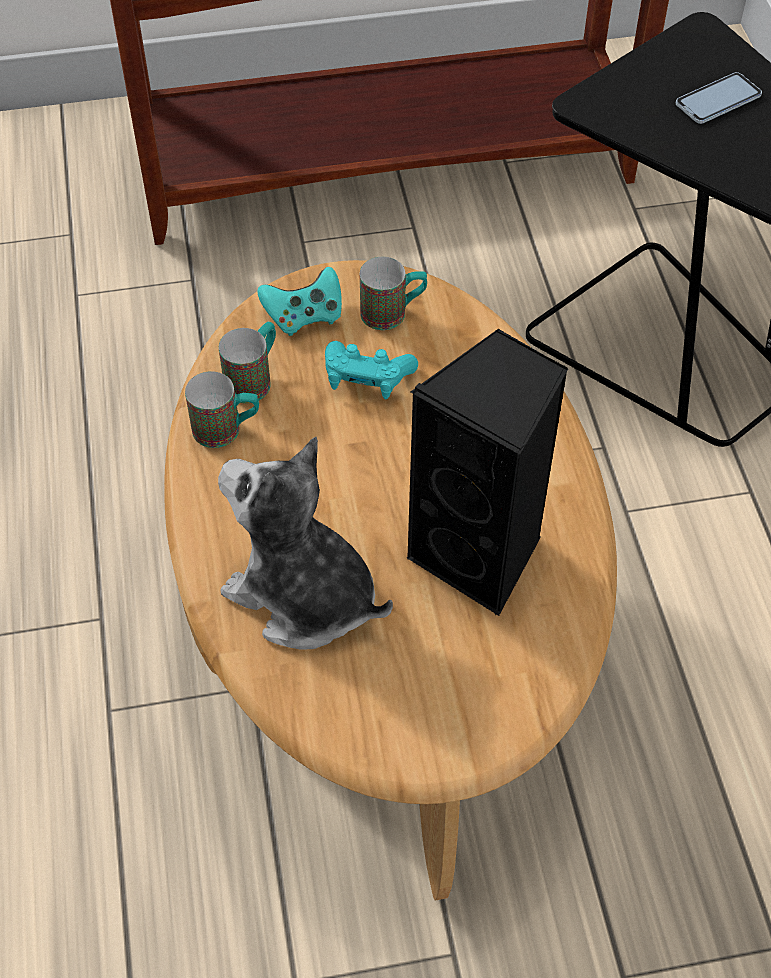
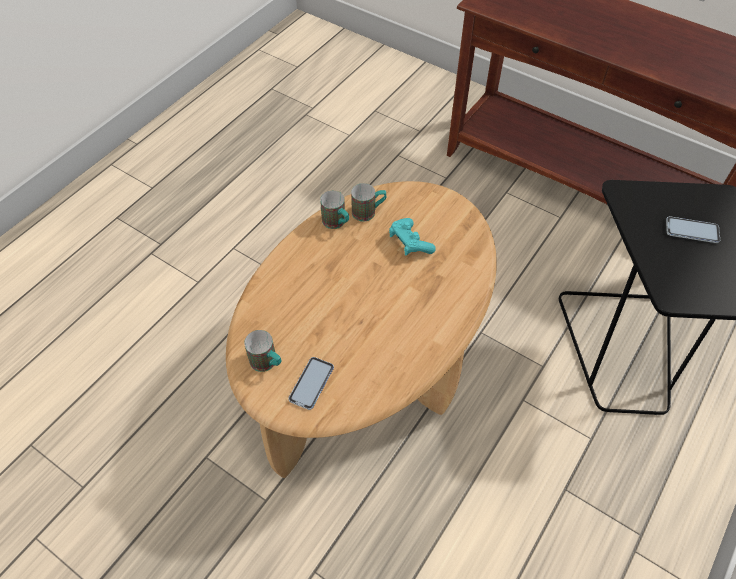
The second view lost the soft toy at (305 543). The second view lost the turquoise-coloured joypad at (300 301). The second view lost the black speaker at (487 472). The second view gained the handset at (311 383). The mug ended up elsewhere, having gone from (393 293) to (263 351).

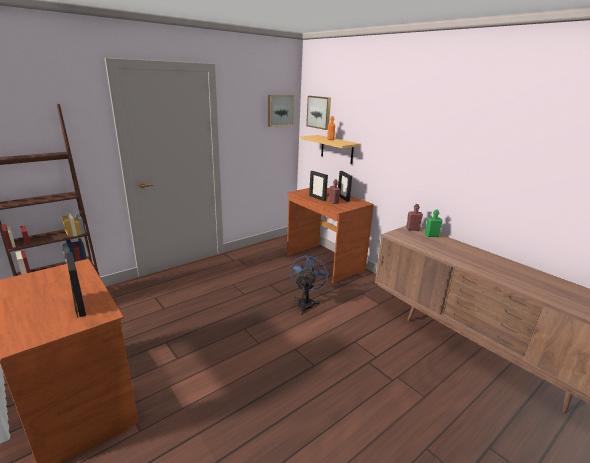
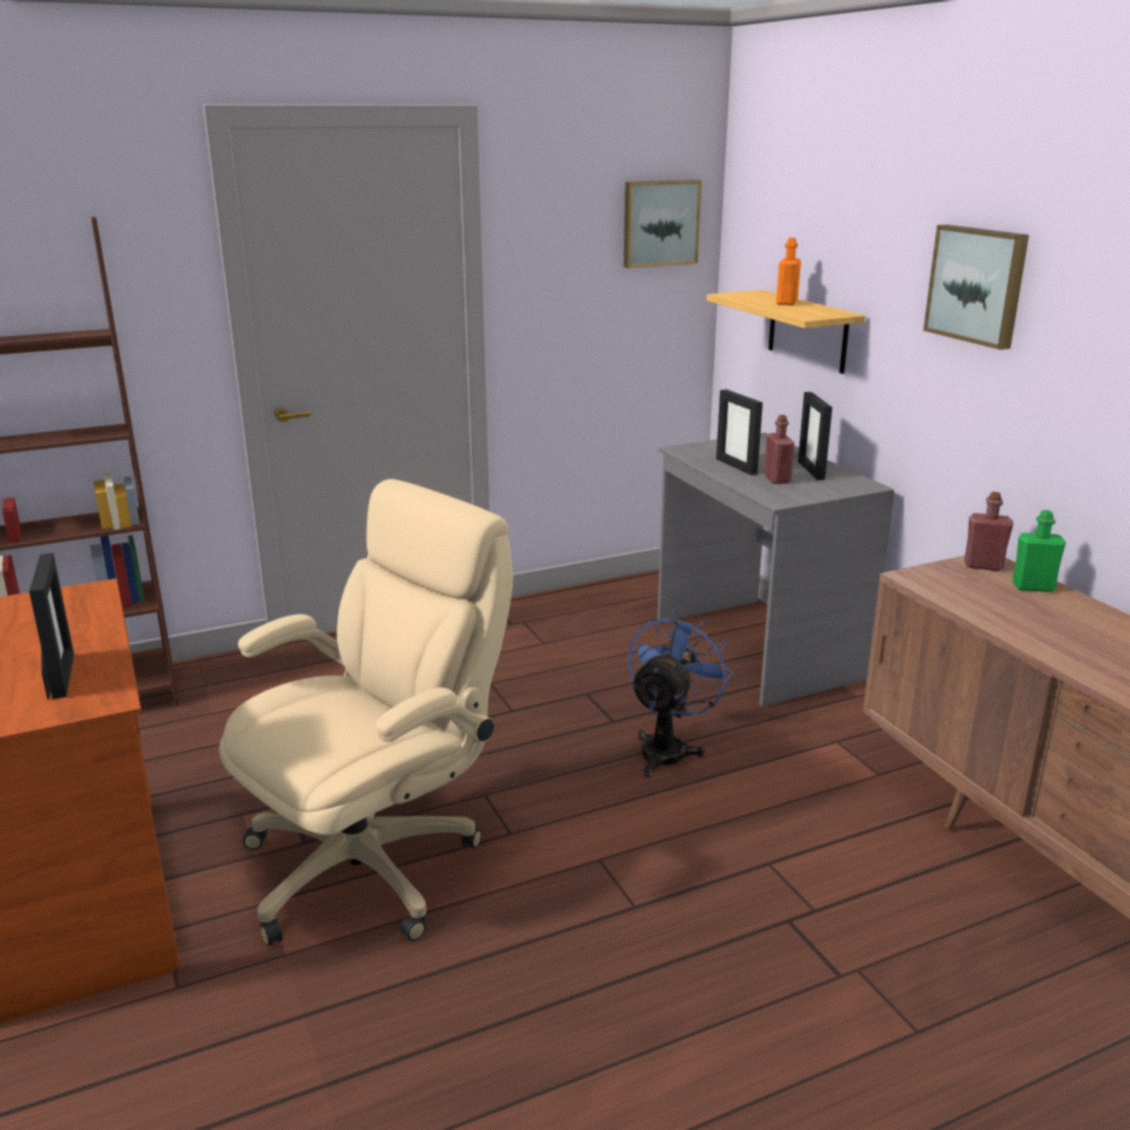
The second view gained the beige-coloured desk chair at (366 712). The wall picture ended up elsewhere, having gone from (318 113) to (976 287). What was the brown desk table at (330 235) turned into the grey desk table at (776 570).

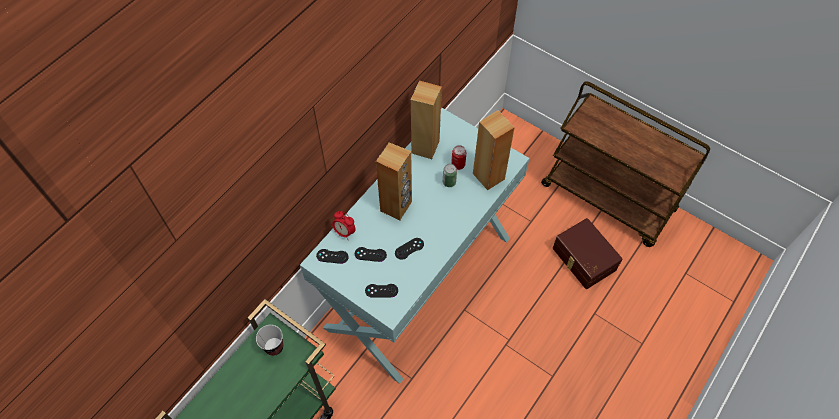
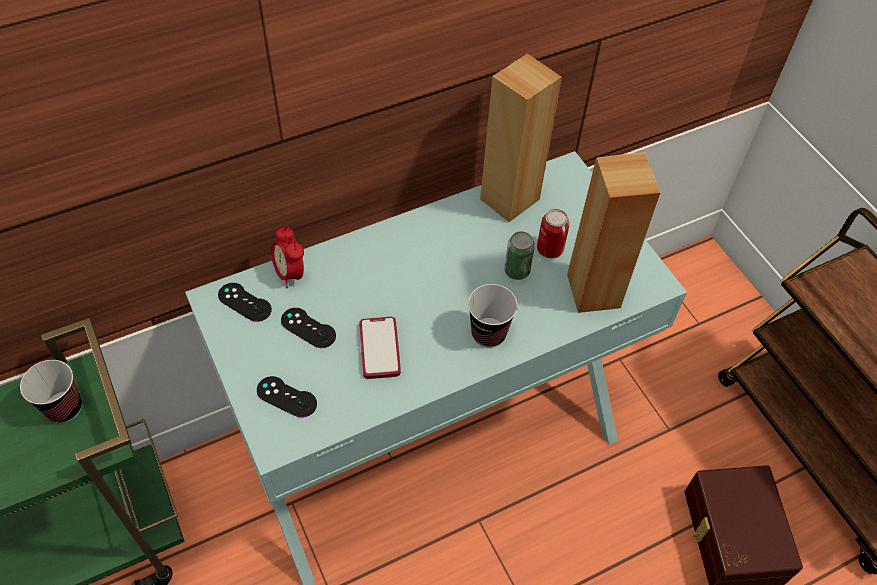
The second view lost the brown speaker at (394 181). The second view gained the cup at (493 316). Where the black joypad stood at (409 249), the handset came to stand at (380 348).

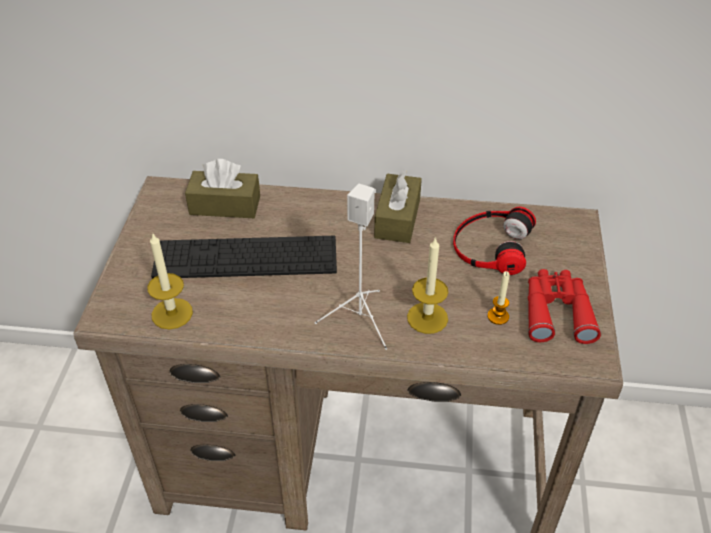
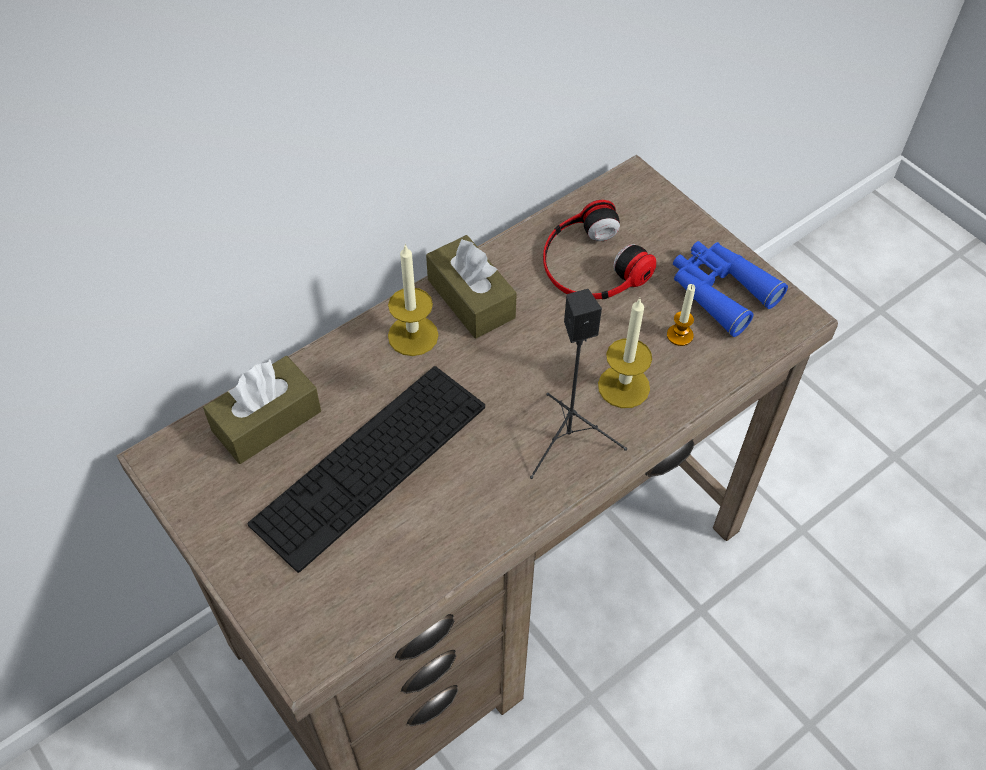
The wax light ended up elsewhere, having gone from (170 281) to (413 300). What was the white speaker at (351 267) turned into the black speaker at (578 384). What was the red binoculars at (564 306) turned into the blue-coloured binoculars at (730 289).

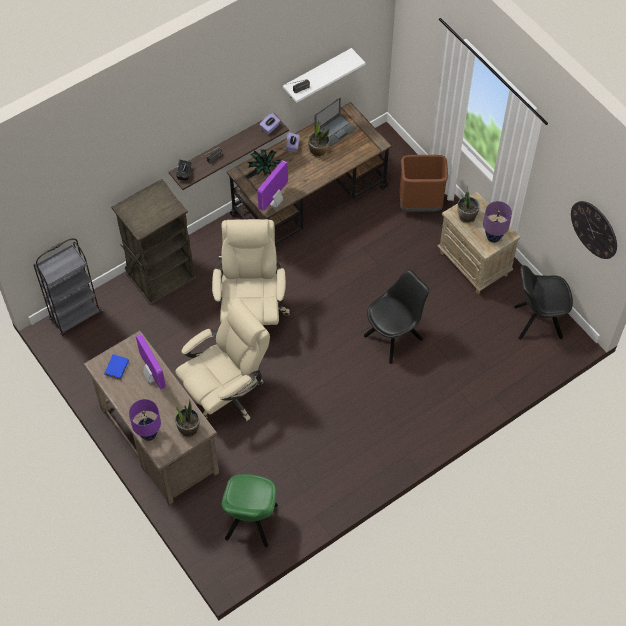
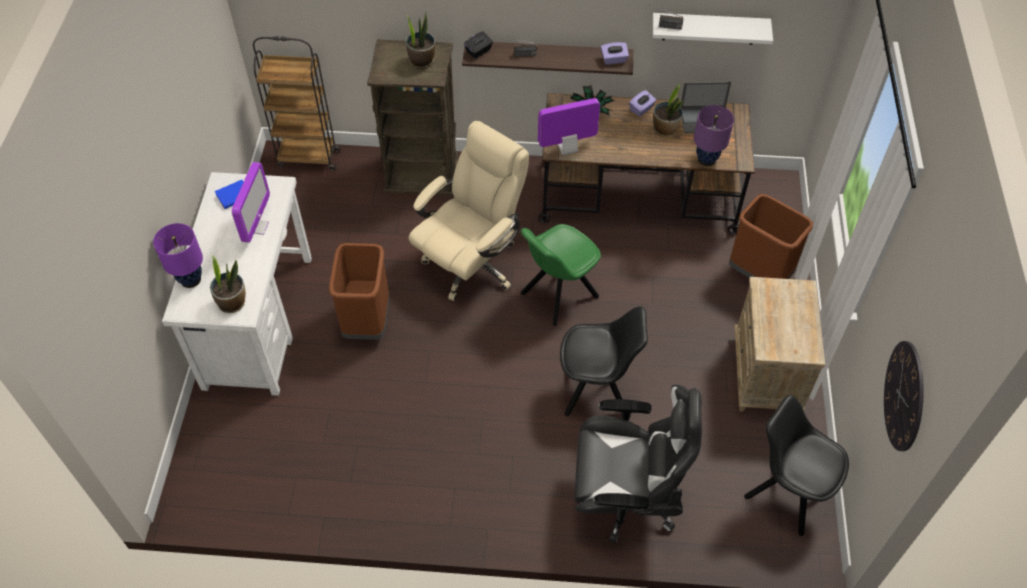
The second view gained the black desk chair at (638 464). The greenish chair ended up elsewhere, having gone from (249 511) to (561 275). The houseplant ended up elsewhere, having gone from (468 205) to (420 40). The purple-coloured lamp for a table ended up elsewhere, having gone from (497 222) to (714 135). Where the beige-coloured desk chair stood at (222 359), the brown trash can came to stand at (359 291). What was the grey trolley at (69 287) turned into the brown trolley at (298 103). What was the brown desk table at (151 418) turned into the white desk table at (237 284).

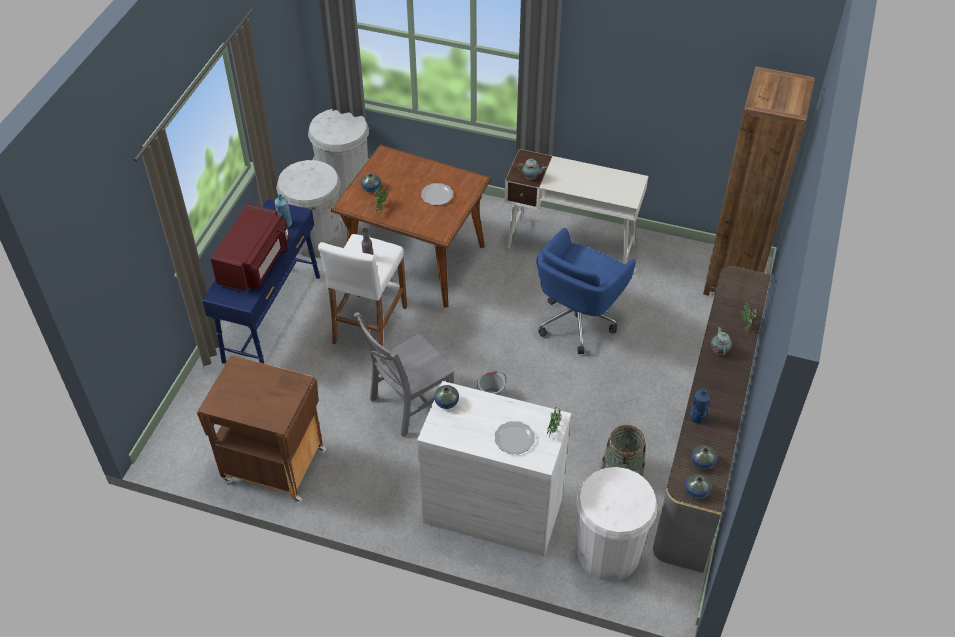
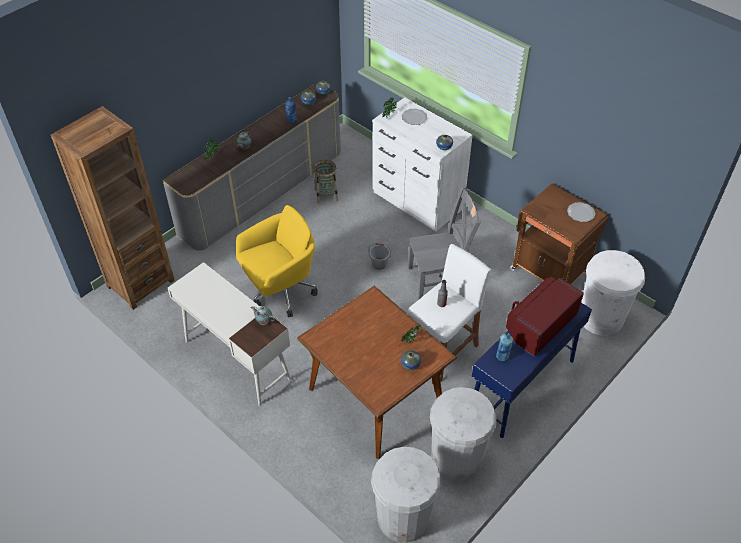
The dinner plate ended up elsewhere, having gone from (437 194) to (581 212). The white trash can ended up elsewhere, having gone from (617 524) to (613 292). What was the blue-coloured desk chair at (586 291) turned into the yellowish desk chair at (277 261).

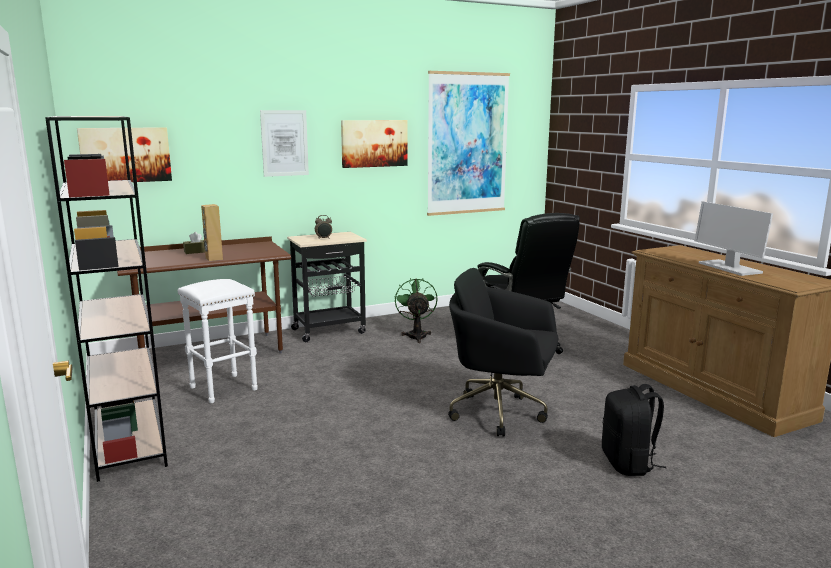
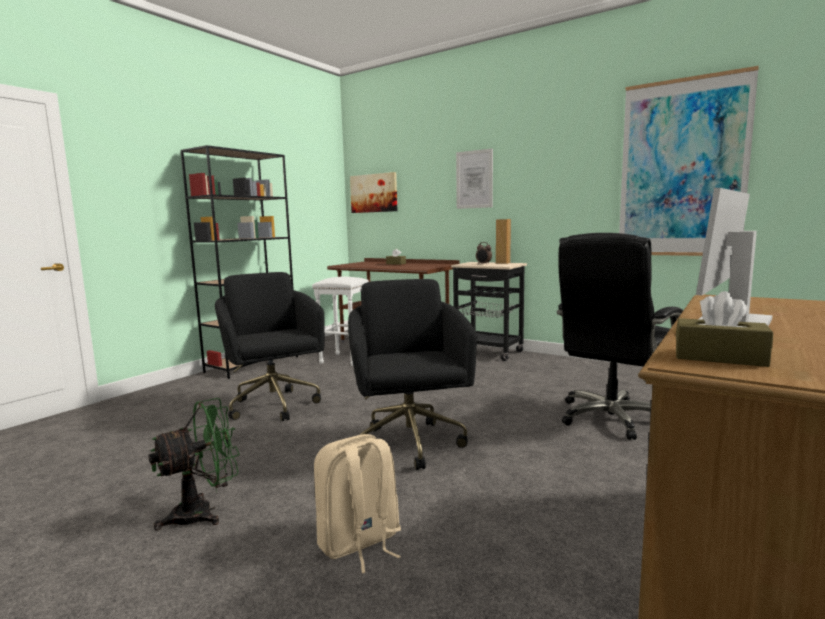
The second view lost the wall picture at (374 144). The second view gained the black desk chair at (270 346). The second view gained the brown box of tissues at (724 329). The brown speaker ended up elsewhere, having gone from (212 232) to (503 241). The greenish cooling fan ended up elsewhere, having gone from (415 310) to (193 464). What was the black backpack at (634 430) turned into the beige-coloured backpack at (357 504).

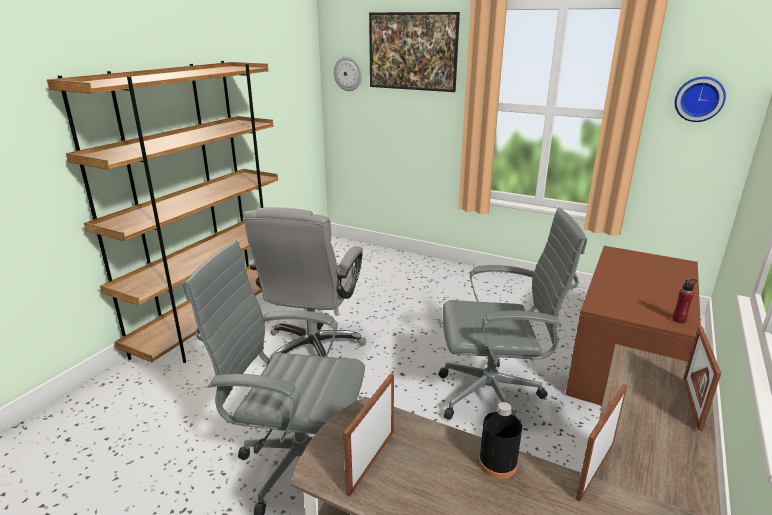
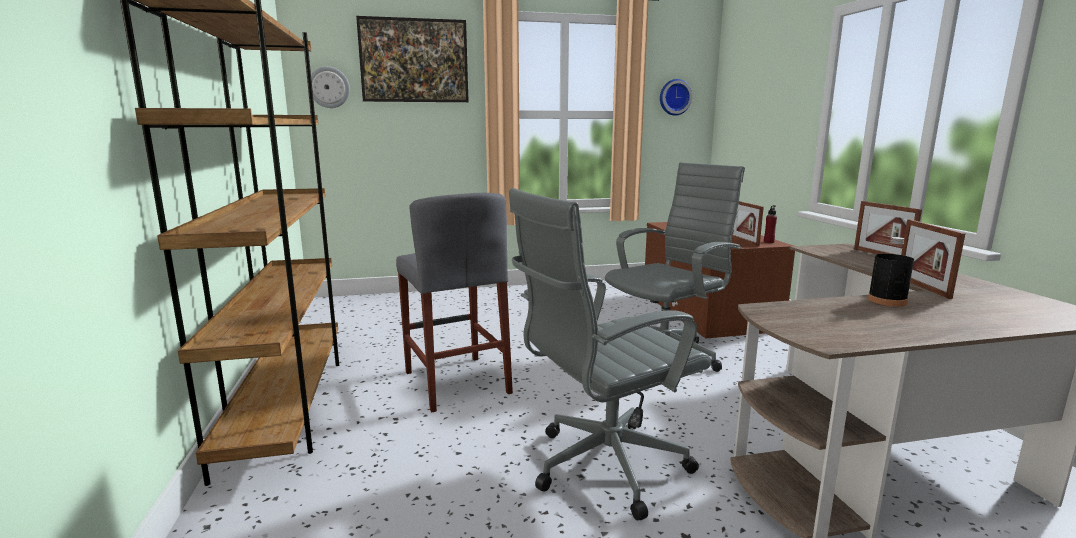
The photo frame ended up elsewhere, having gone from (368 435) to (748 223). Where the grey desk chair stood at (304 286), the grey stool seat came to stand at (454 303).

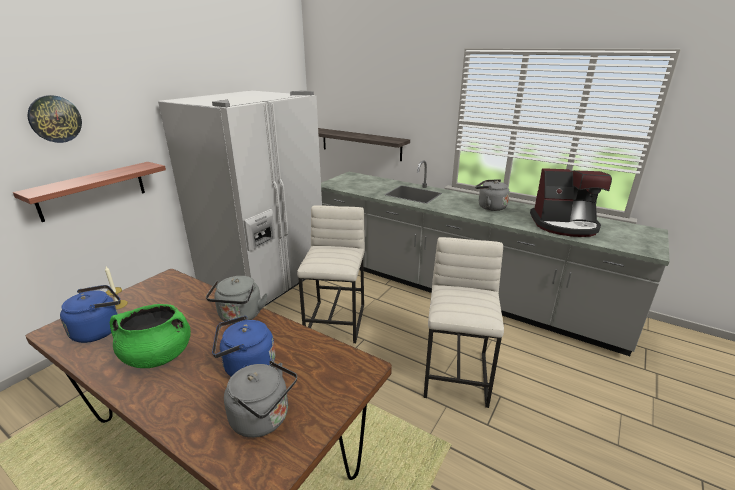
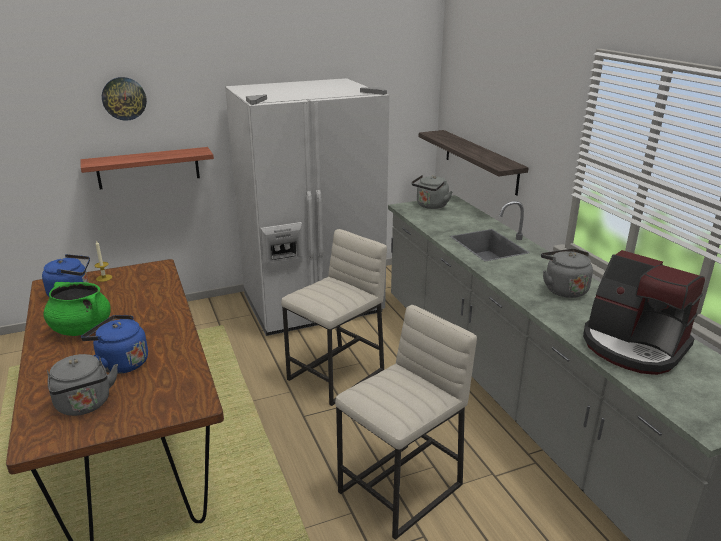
The grey tea kettle ended up elsewhere, having gone from (236 300) to (432 192).

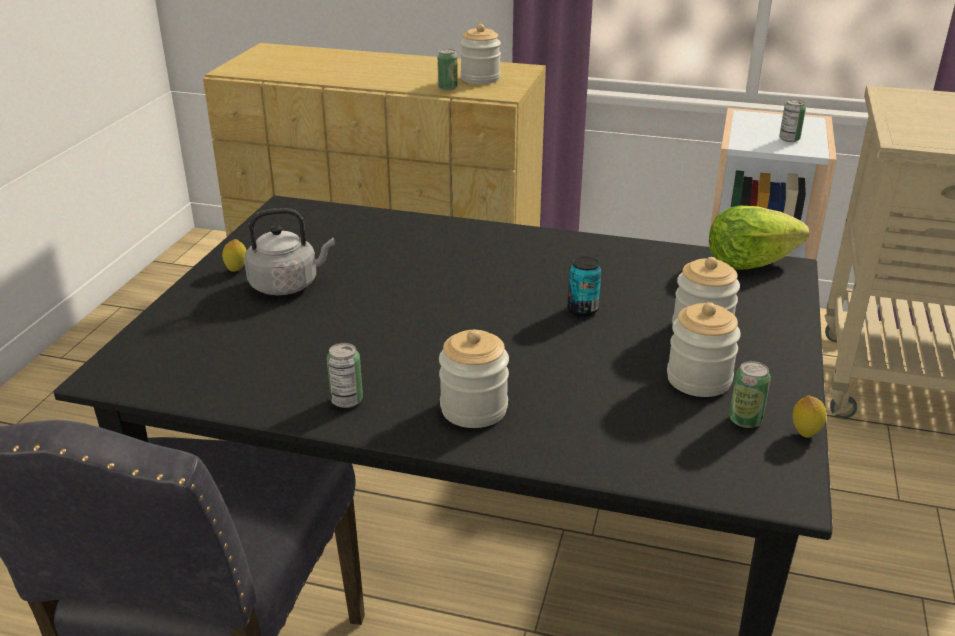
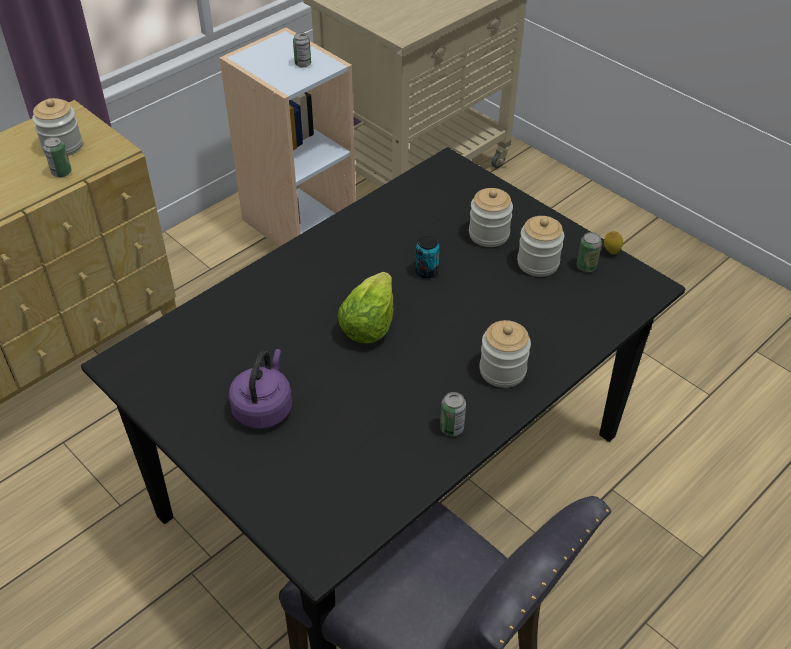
The second view lost the whole lemon at (234 255). The head of lettuce ended up elsewhere, having gone from (759 237) to (365 307). What was the grey tea kettle at (289 251) turned into the purple-coloured tea kettle at (260 389).

